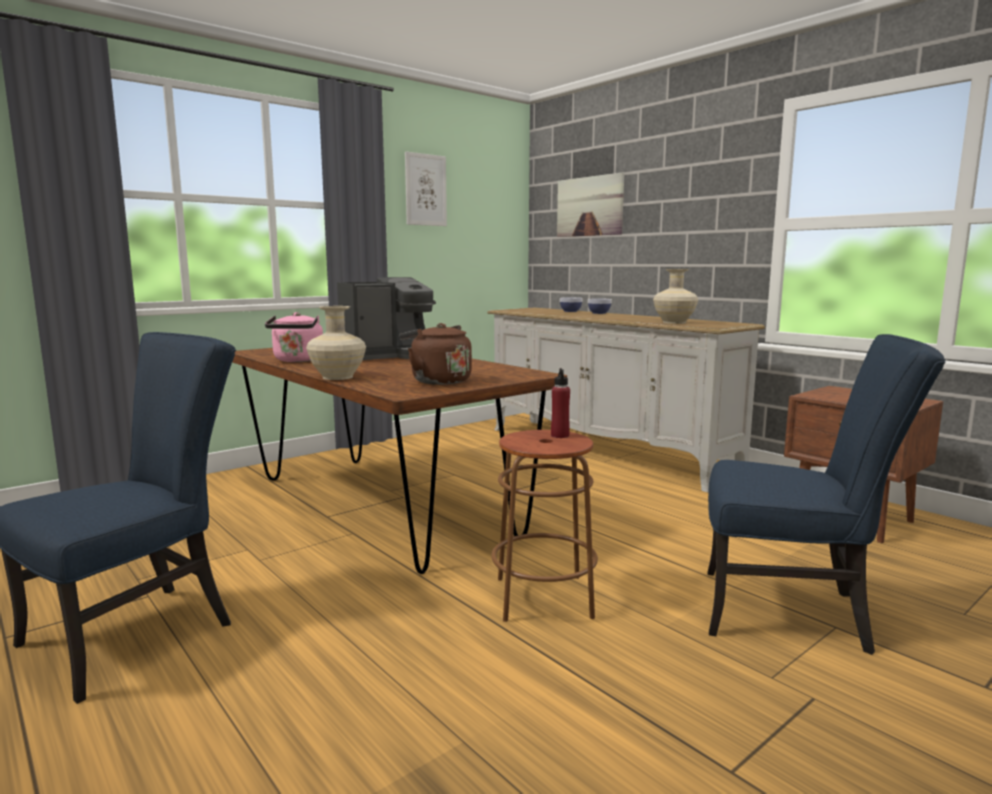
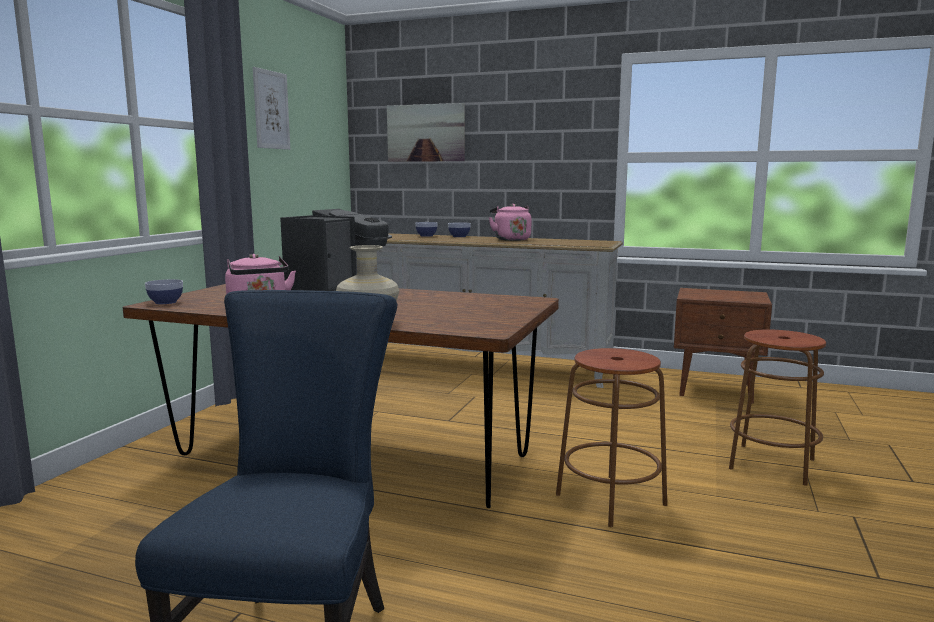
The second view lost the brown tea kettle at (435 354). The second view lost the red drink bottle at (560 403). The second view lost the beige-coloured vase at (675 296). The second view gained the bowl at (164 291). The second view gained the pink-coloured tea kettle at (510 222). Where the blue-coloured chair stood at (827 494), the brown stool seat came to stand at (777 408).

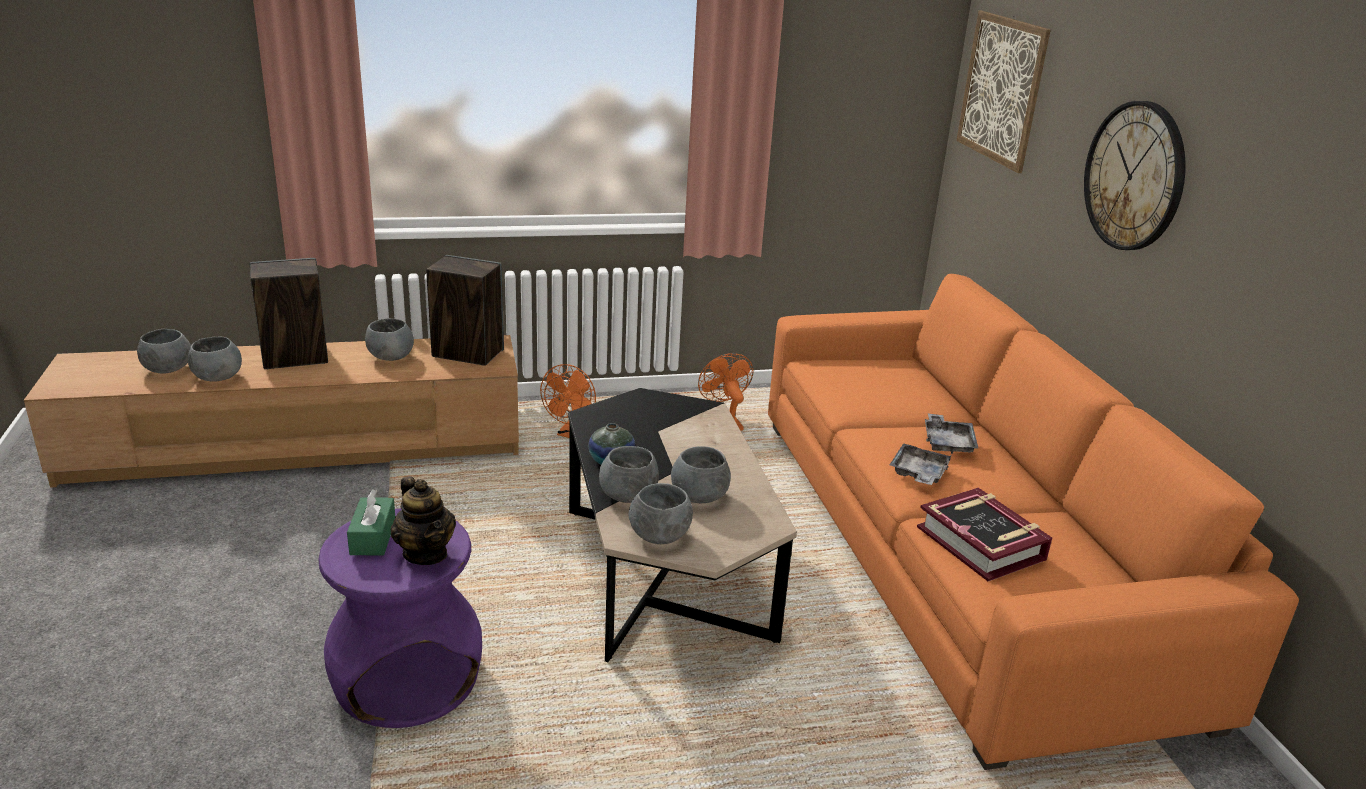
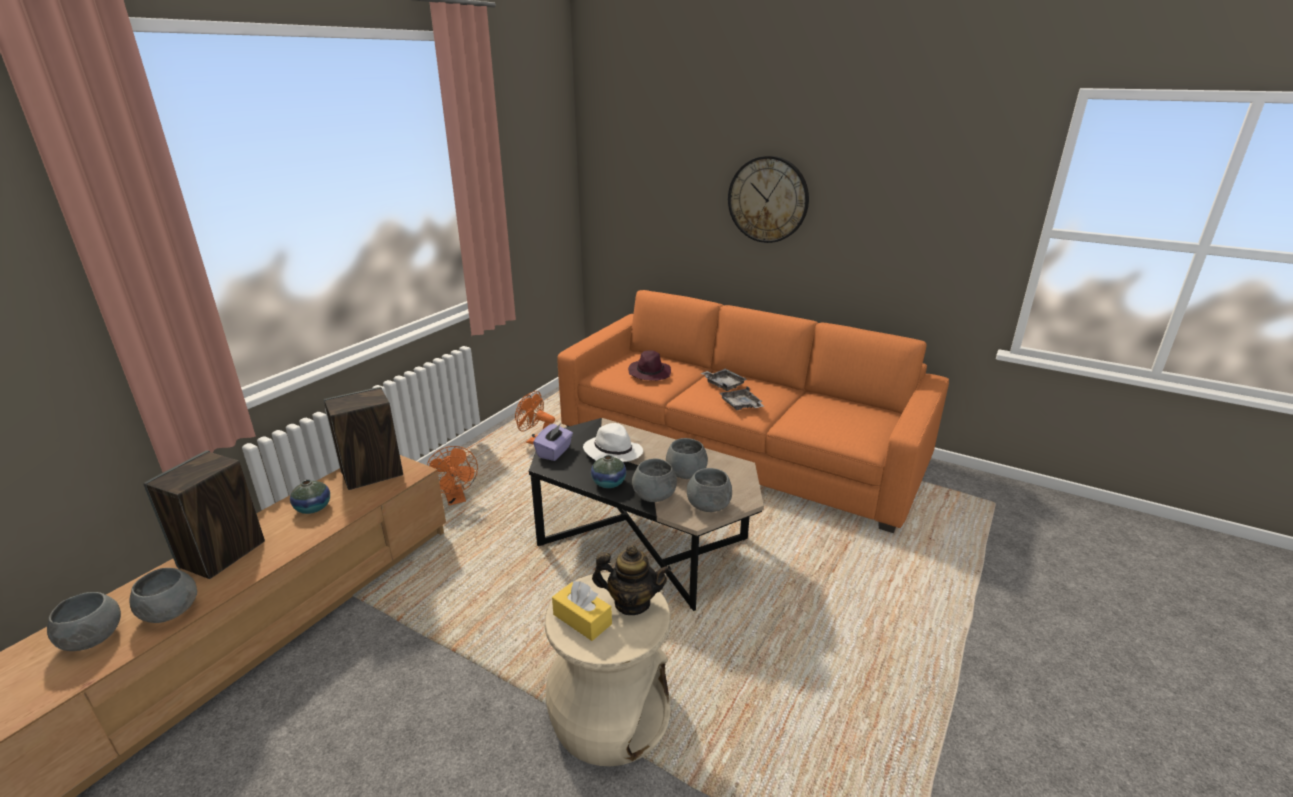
The second view lost the book at (984 534). The second view lost the wall picture at (1003 92). The second view gained the purple-coloured box of tissues at (553 442). The second view gained the white clothing hat at (613 442). The second view gained the purple-coloured clothing hat at (649 365). Where the grey bowl stood at (389 339), the vase came to stand at (310 497). What was the purple-coloured stool seat at (400 618) turned into the beige-coloured stool seat at (608 669). What was the greenish box of tissues at (371 522) turned into the yellowish box of tissues at (582 611).

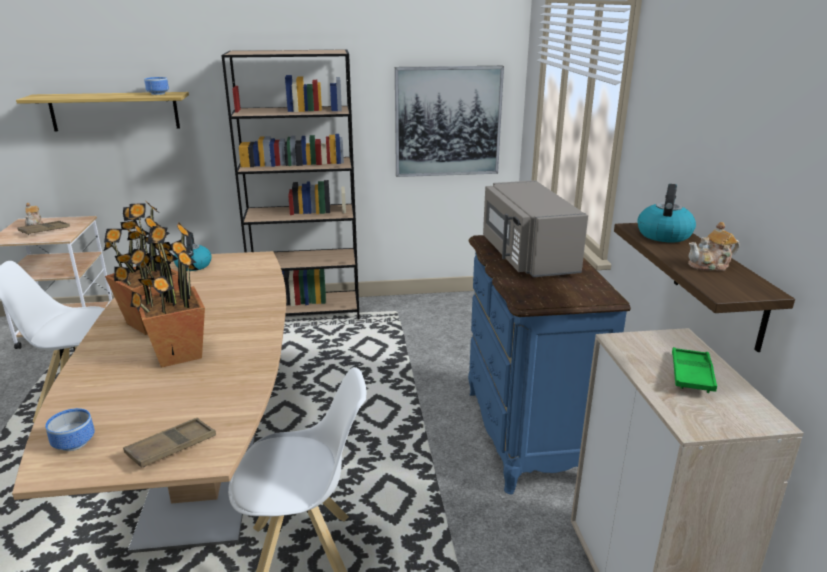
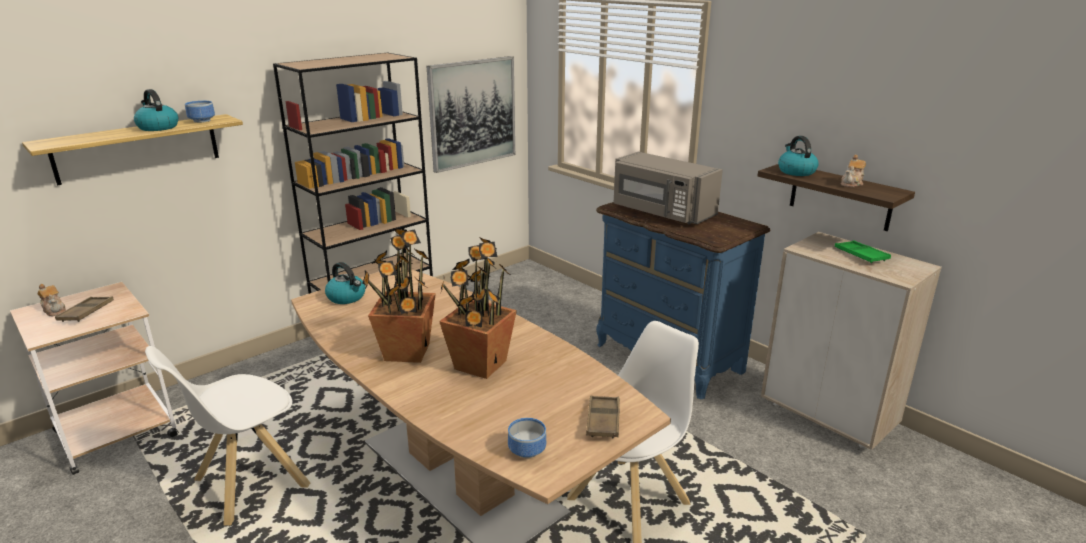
The second view gained the tea kettle at (156 110).

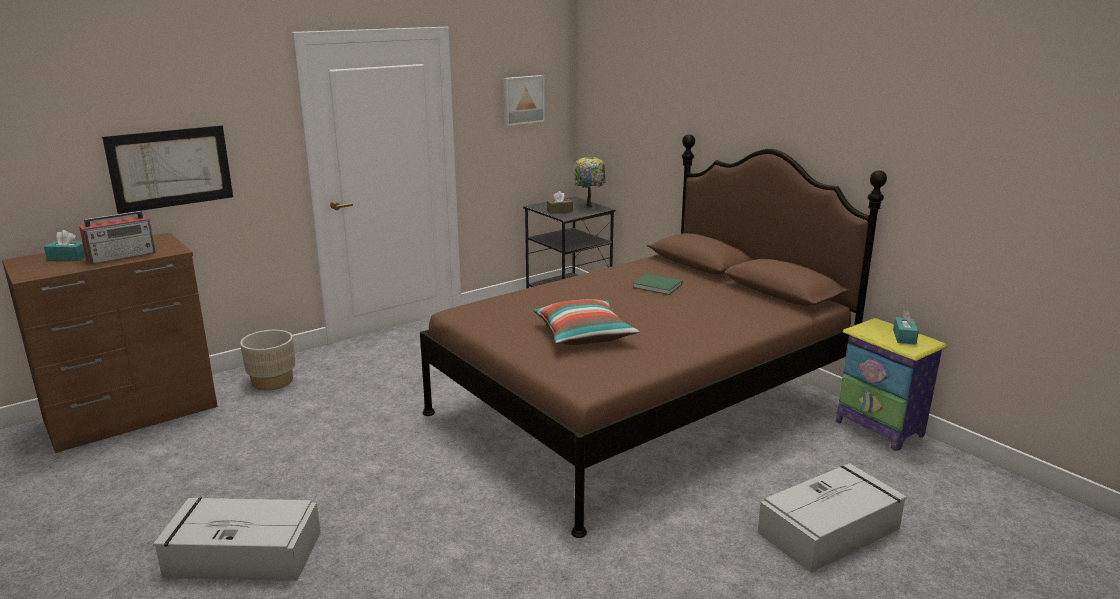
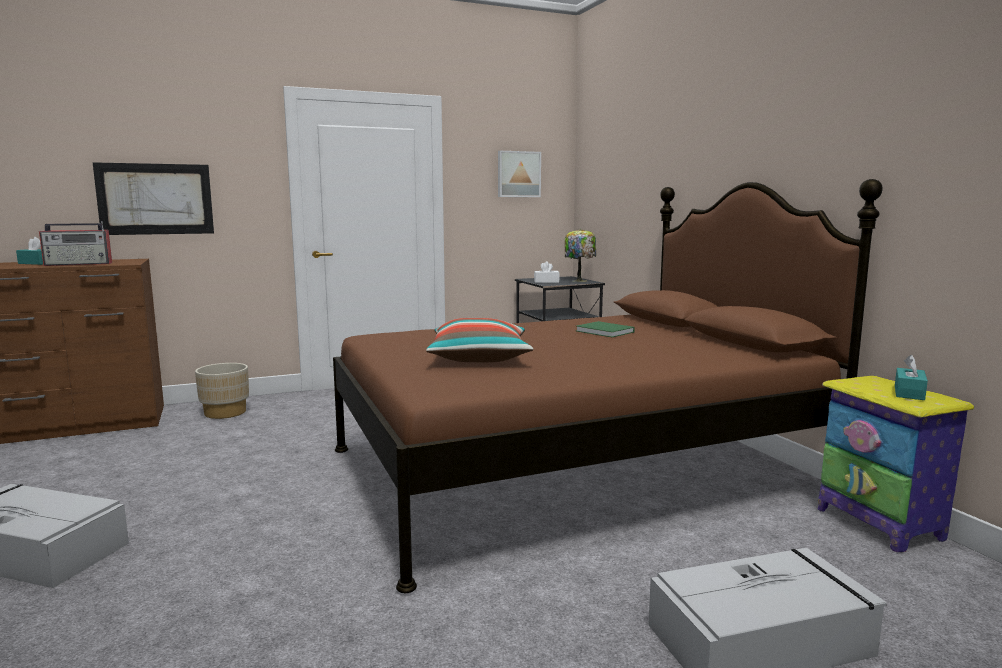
What was the brown box of tissues at (560 202) turned into the white box of tissues at (547 272).

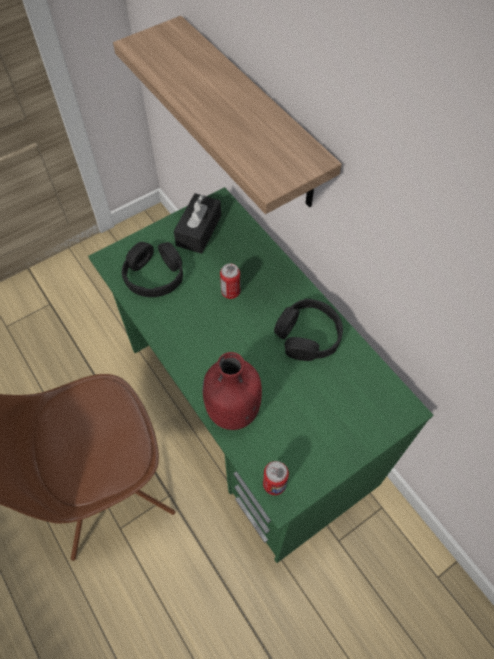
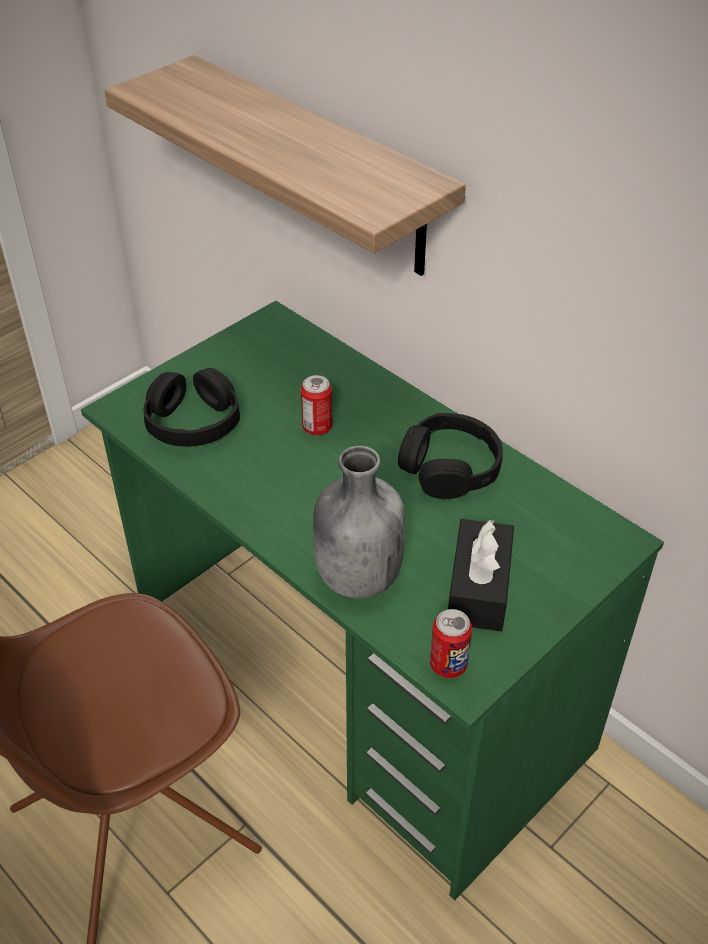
The black box of tissues ended up elsewhere, having gone from (197 223) to (481 575). What was the red drink bottle at (232 391) turned into the grey drink bottle at (359 522).

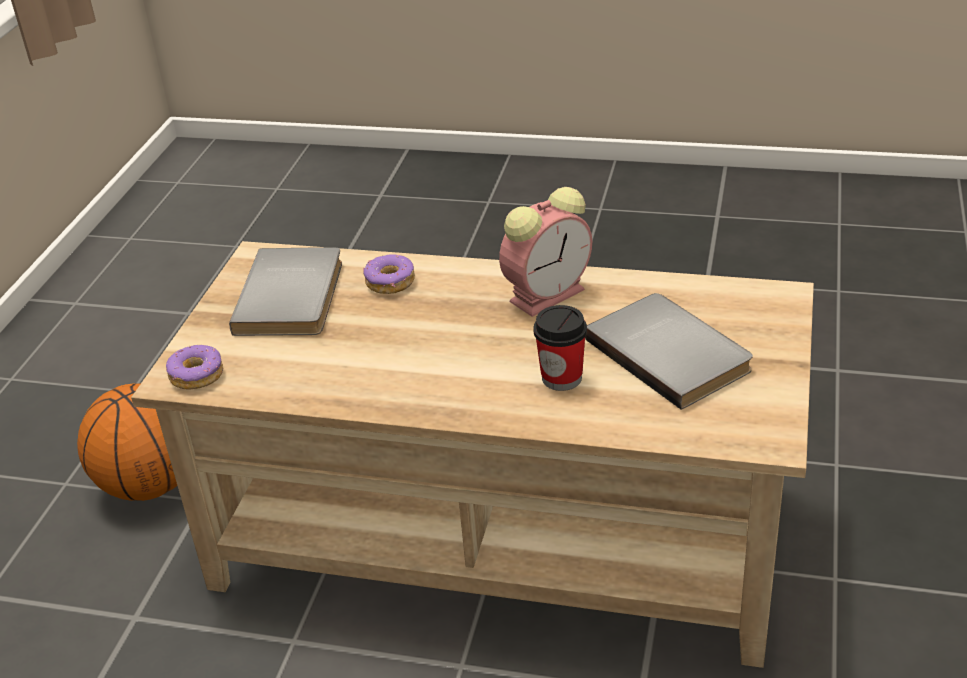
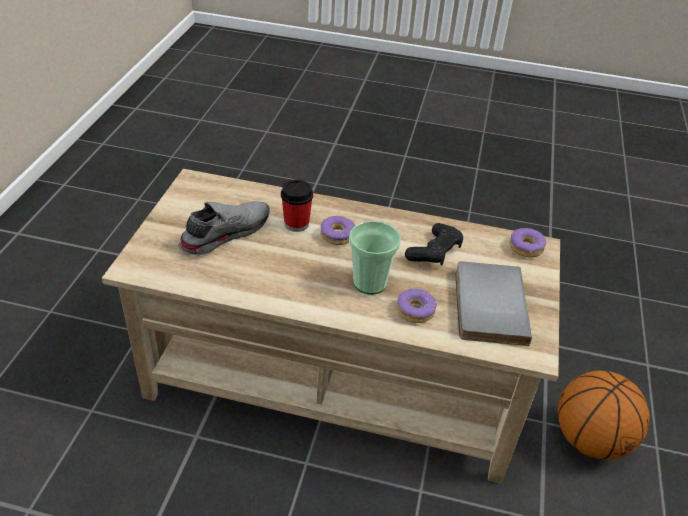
The second view lost the bedside clock at (545 252). The second view gained the ring doughnut at (337 230). The second view gained the cup at (375 258). The second view gained the black joypad at (434 244). Where the grey book stood at (669 351), the grey item of footwear came to stand at (224 228).

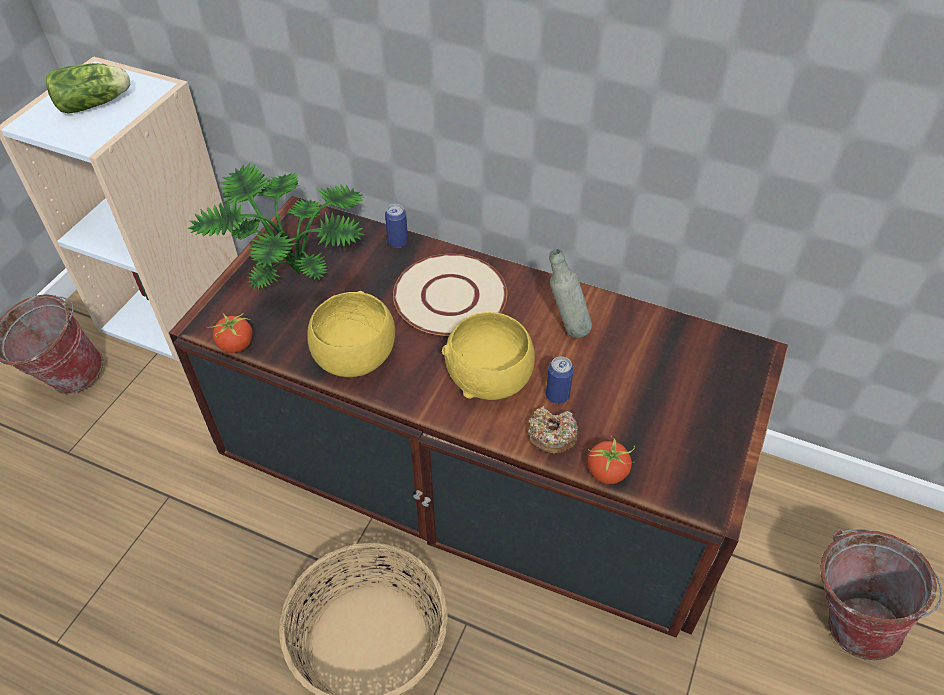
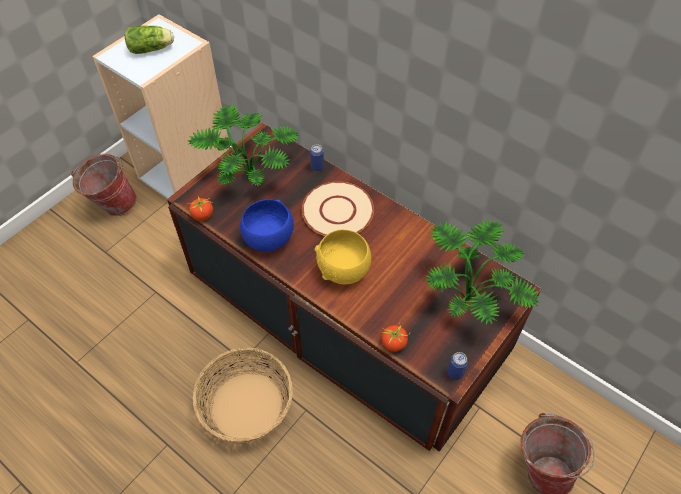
The second view lost the ring doughnut at (552 430). The second view lost the grey drink bottle at (570 293). The second view gained the houseplant at (482 272). The can ended up elsewhere, having gone from (560 380) to (457 366). What was the yellowish bowl at (351 334) turned into the blue-coloured bowl at (267 225).

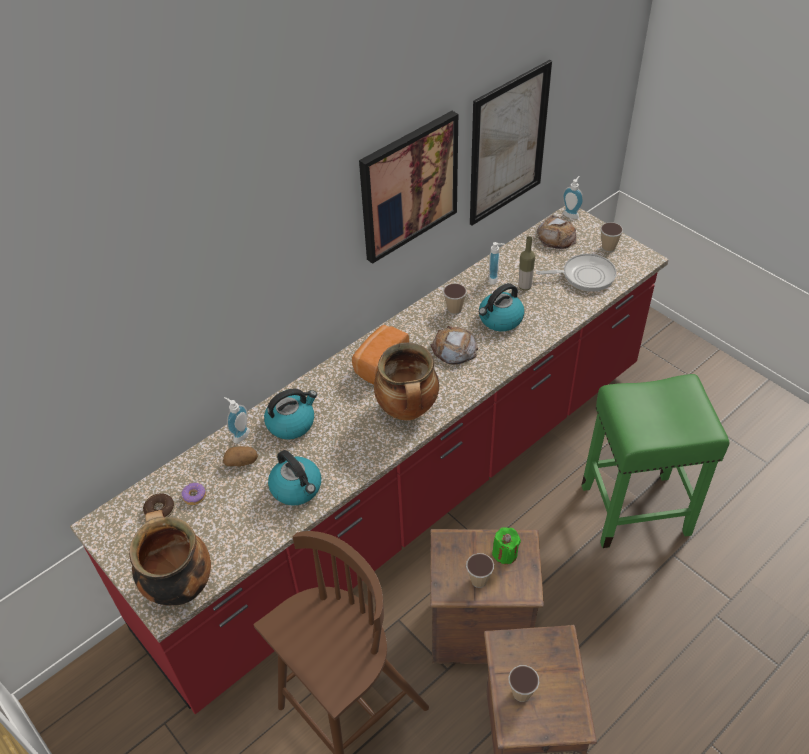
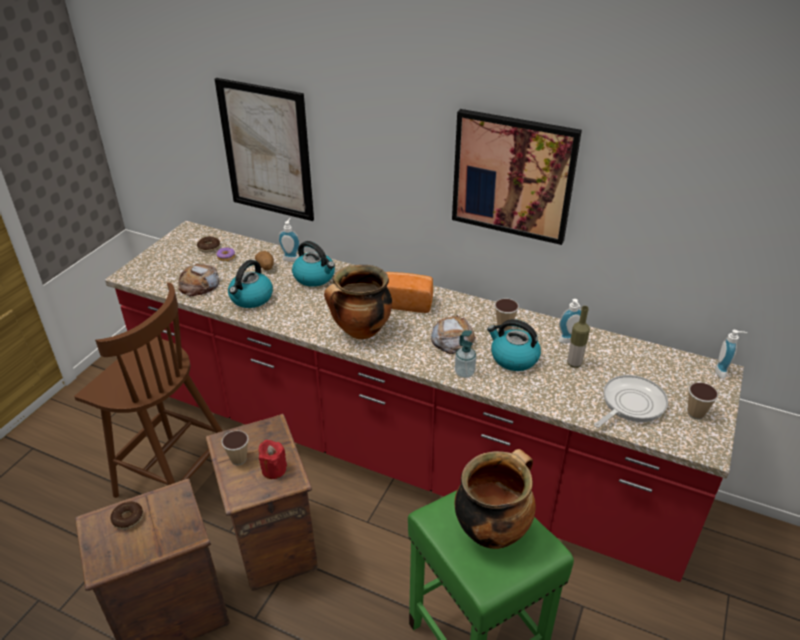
The second view gained the liquid soap bottle at (466 354). The stockpot ended up elsewhere, having gone from (170 558) to (495 499). The wall picture ended up elsewhere, having gone from (511 142) to (264 149). The bakery bread ended up elsewhere, having gone from (556 232) to (198 280). Where the cup stood at (523 683), the ring doughnut came to stand at (127 516). What was the greenish wax light at (506 545) turned into the red wax light at (273 459). The skillet at (576 272) ended up facing another way, 105 degrees counterclockwise from before.

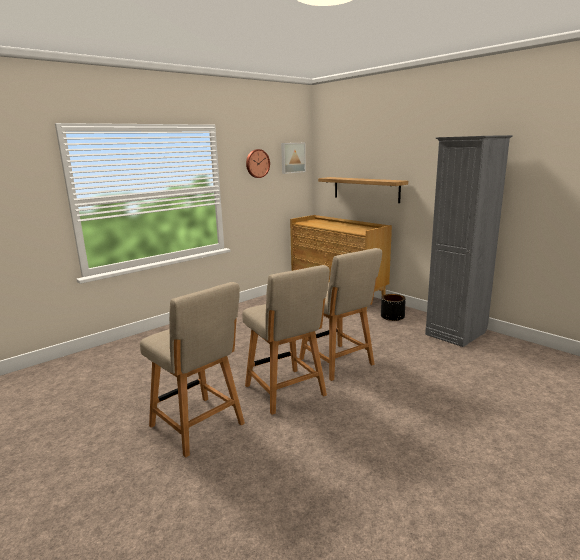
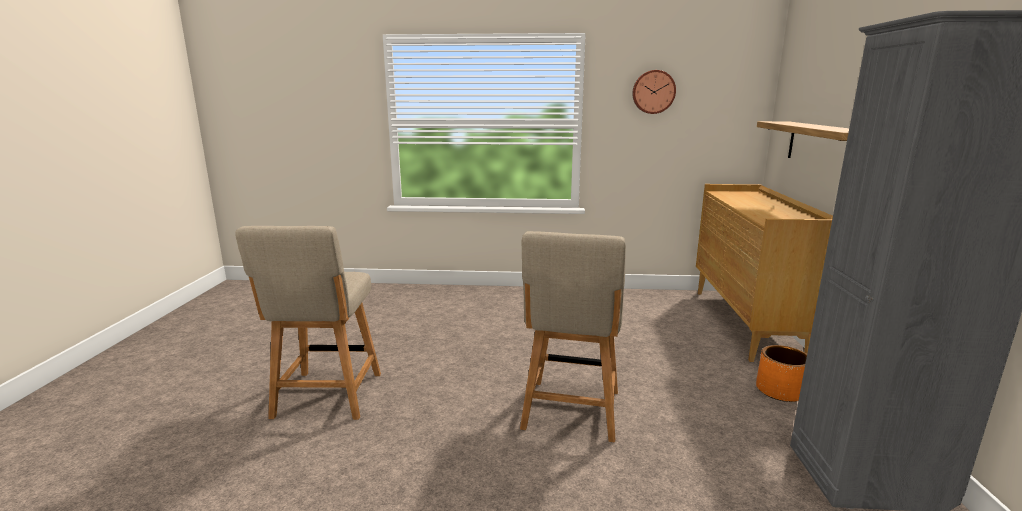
The second view lost the beige-coloured chair at (286 340). The second view lost the wall picture at (293 158). What was the black plant pot at (393 307) turned into the orange plant pot at (781 373).

